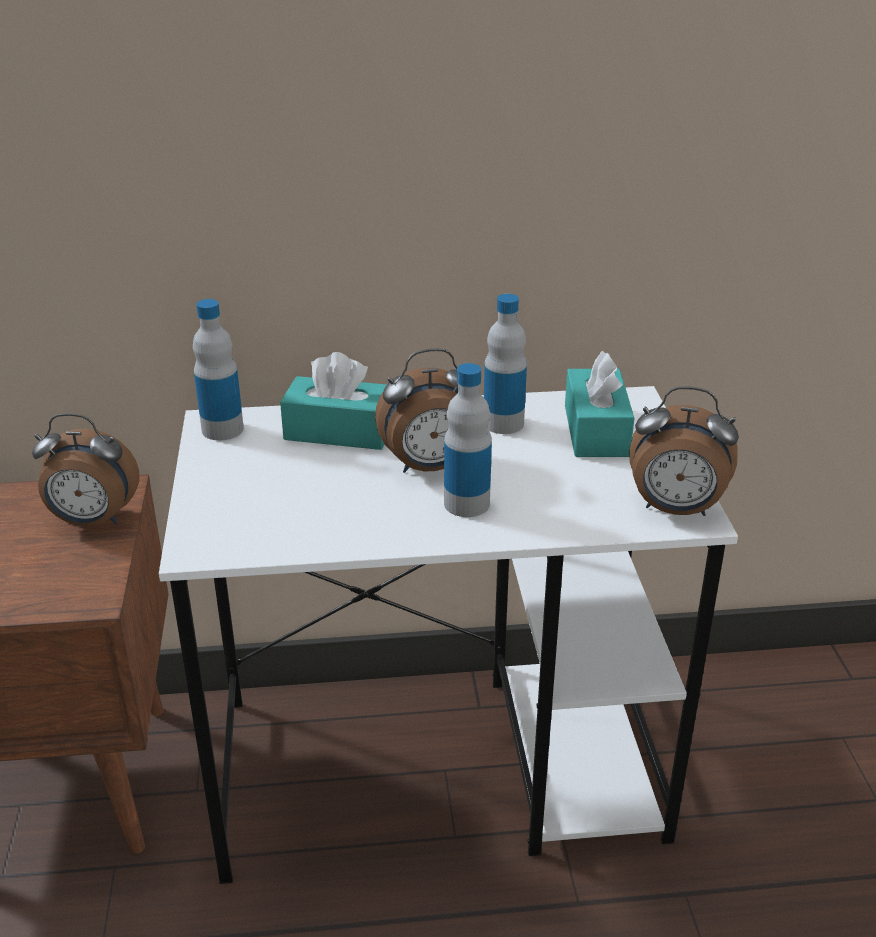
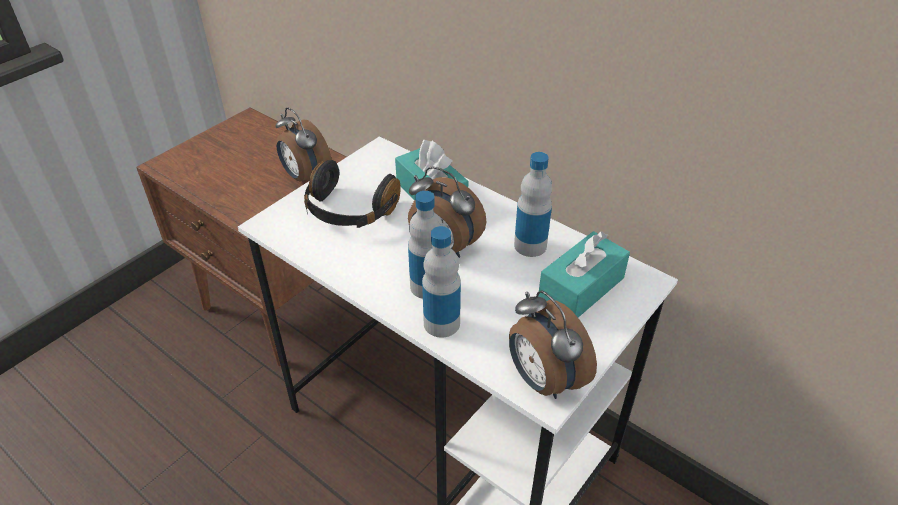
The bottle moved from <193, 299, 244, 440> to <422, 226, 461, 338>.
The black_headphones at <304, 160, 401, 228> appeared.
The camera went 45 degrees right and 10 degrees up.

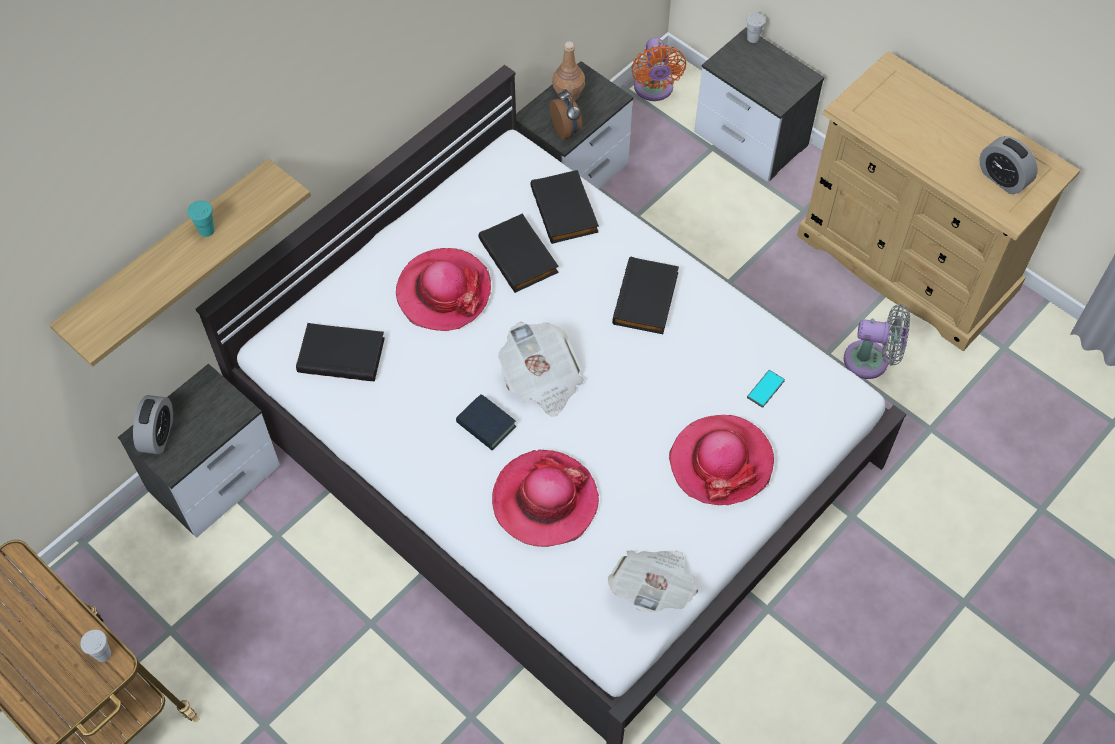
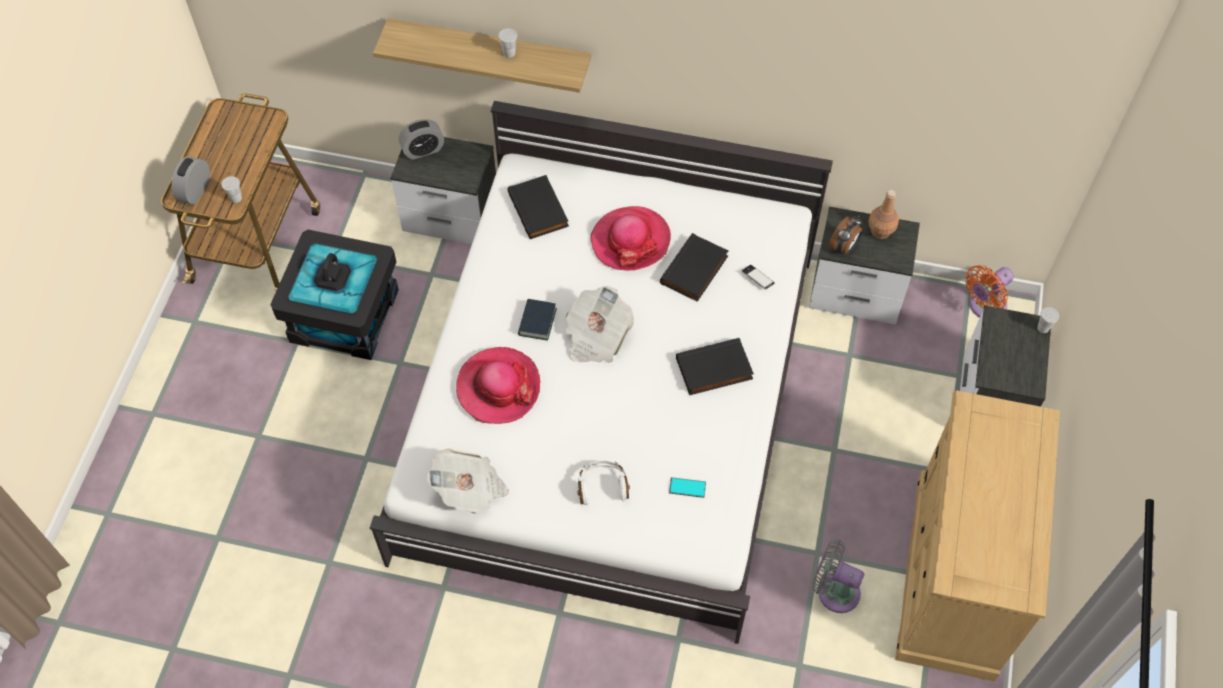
The table_clock moved from <979, 136, 1038, 194> to <171, 156, 210, 205>.
The black_book at <530, 170, 599, 244> was replaced by the telephone at <742, 265, 775, 289>.
The turquoise-coloured_drinking_cup at <187, 200, 215, 237> became the white-coloured_drinking_cup at <498, 28, 517, 58>.
The gray_fan at <844, 304, 910, 379> turned 135 degrees clockwise.
The wearable_hat at <669, 415, 774, 505> was replaced by the white-coloured_headphones at <577, 461, 630, 505>.
The black_storage_box at <270, 230, 399, 360> appeared.
The camera went 60 degrees right and 0 degrees up.

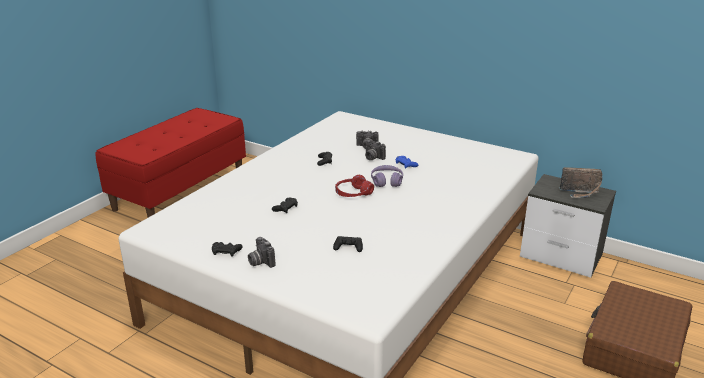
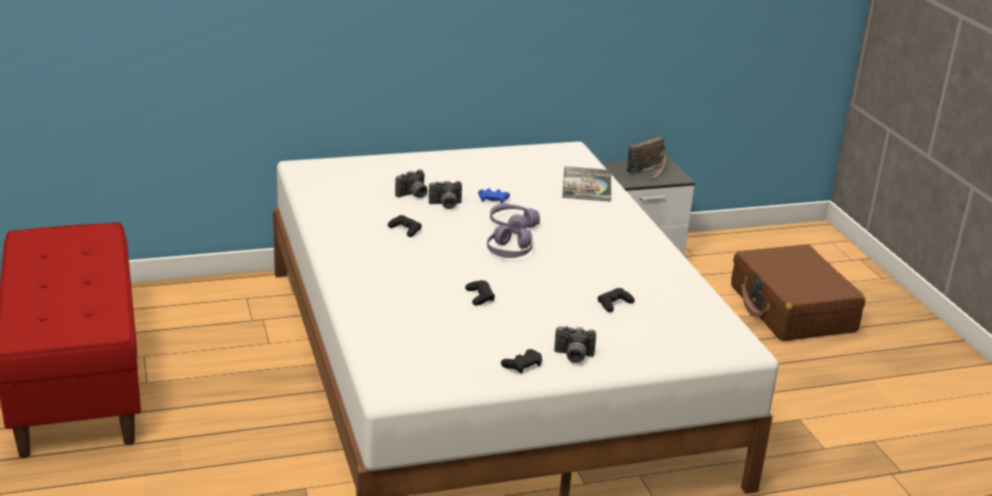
The red-coloured_headphones at <335, 175, 374, 197> became the purple-coloured_headphones at <487, 225, 533, 258>.
The book at <562, 166, 611, 202> appeared.
The camera went 50 degrees left and 0 degrees up.

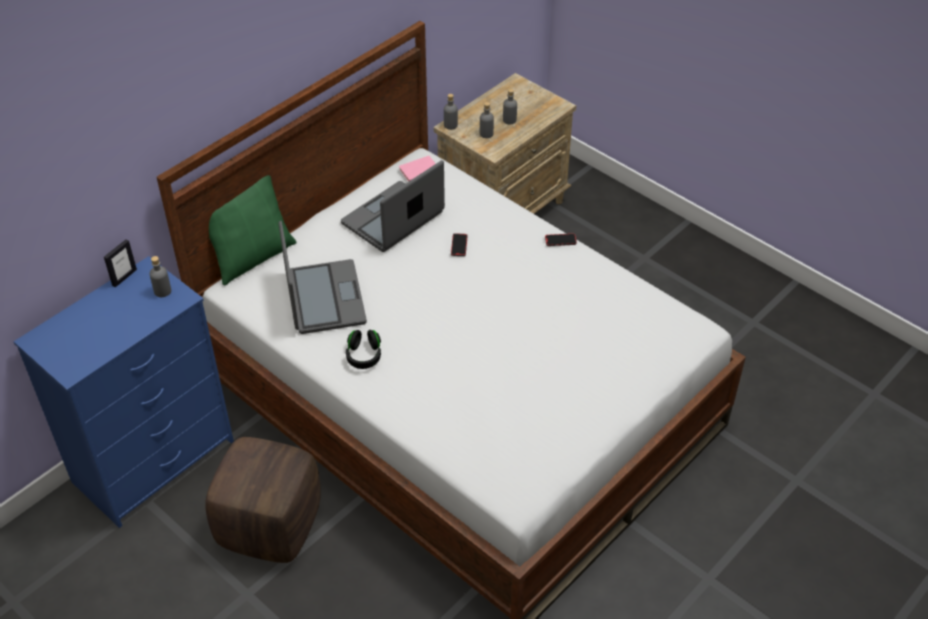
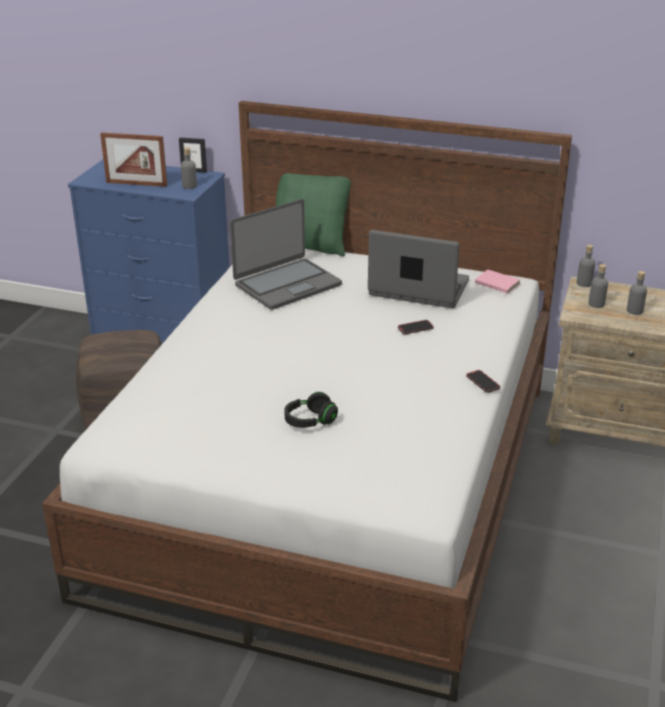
The black_headphones moved from <346, 330, 381, 369> to <284, 392, 338, 428>.
The picture_frame at <100, 132, 167, 187> appeared.
The camera went 65 degrees right and 15 degrees down.

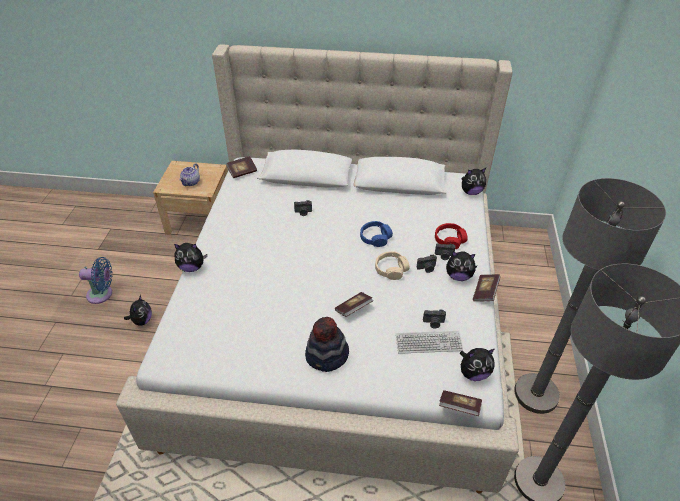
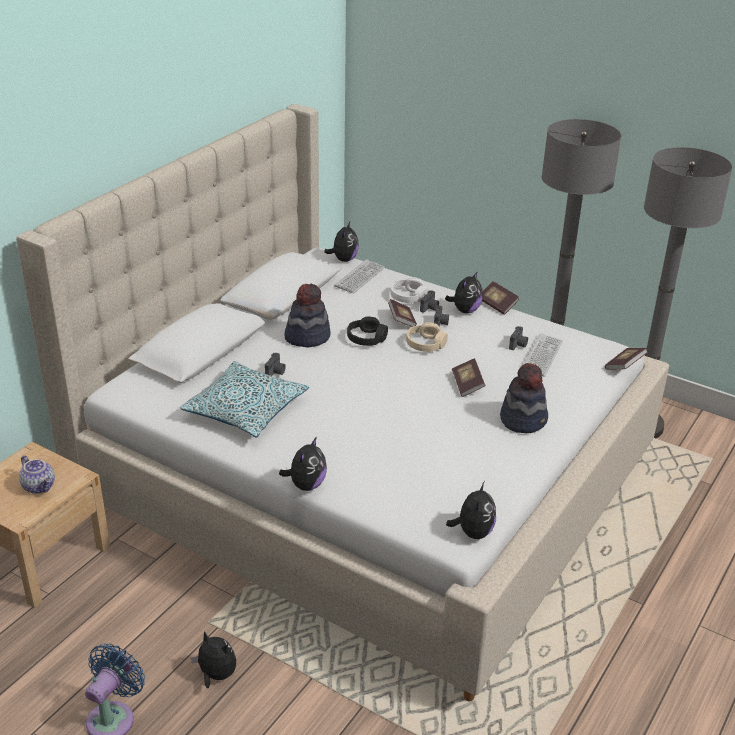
The book moved from <226, 156, 257, 178> to <388, 299, 417, 327>.
The bluish_headphones at <360, 221, 393, 247> became the black_headphones at <347, 317, 388, 346>.
The red-coloured_headphones at <435, 223, 468, 249> became the white-coloured_headphones at <390, 277, 429, 303>.
The plush_toy moved from <460, 348, 495, 381> to <446, 481, 496, 539>.
The keyboard at <334, 259, 385, 293> appeared.
The wearable_hat at <285, 284, 331, 347> appeared.
The throw_pillow at <180, 361, 309, 438> appeared.
The camera went 65 degrees left and 10 degrees down.

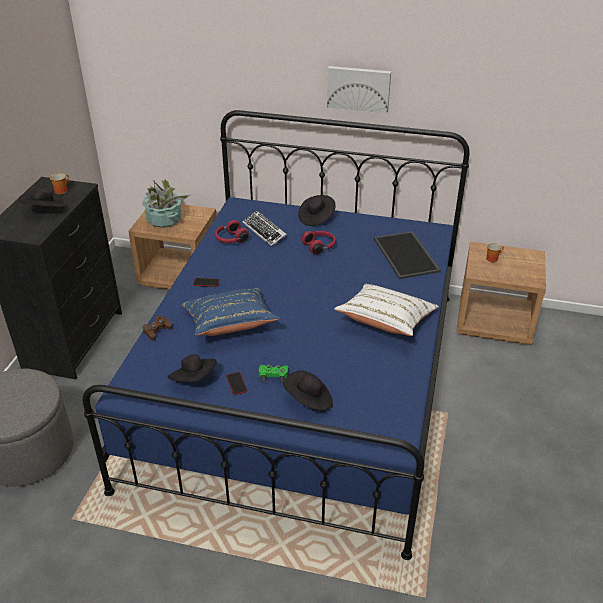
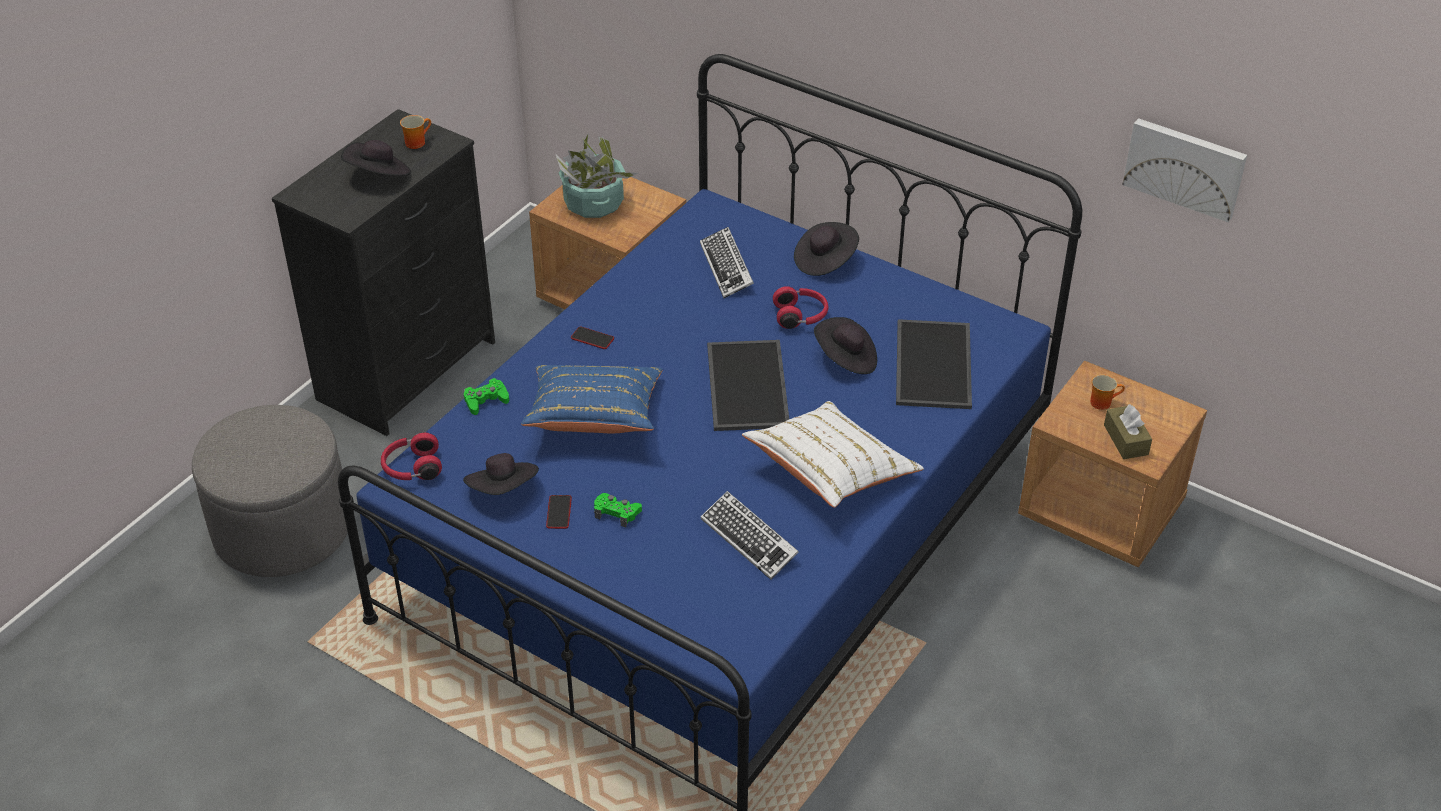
The wall_art moved from <327, 66, 391, 113> to <1122, 118, 1247, 222>.
The red-coloured_headphones moved from <215, 220, 249, 243> to <381, 432, 442, 480>.
The brown-coloured_gamepad at <142, 316, 172, 341> became the green-coloured_gamepad at <464, 378, 509, 415>.
The black_wearable_hat moved from <283, 371, 333, 411> to <814, 317, 877, 374>.
The serving_tray at <707, 340, 789, 431> appeared.
The brown-coloured_tissue_holder at <1104, 404, 1152, 459> appeared.
The keyboard at <701, 491, 799, 580> appeared.
The camera went 20 degrees right and 5 degrees up.

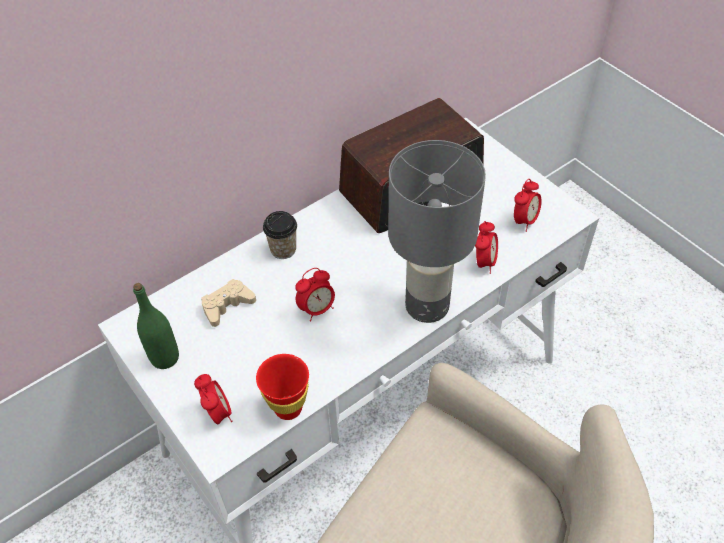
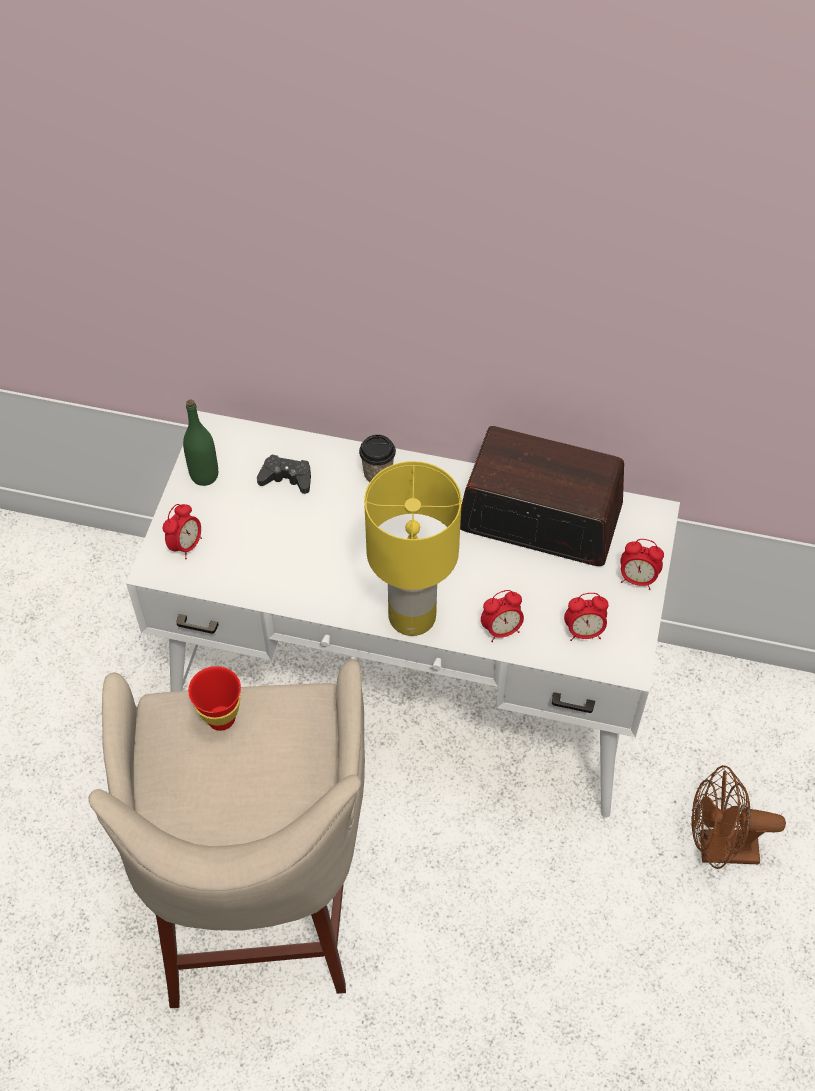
The gray_tabletop_lamp at <388, 140, 486, 323> became the yellowish_tabletop_lamp at <364, 461, 462, 636>.
The table_clock moved from <295, 268, 335, 322> to <620, 539, 664, 590>.
The beige-coloured_gamepad at <201, 279, 256, 327> became the black_gamepad at <257, 455, 311, 494>.
The red-coloured_drinking_cup moved from <256, 354, 309, 420> to <188, 666, 241, 731>.
The brown-coloured_fan at <691, 765, 786, 869> appeared.
The camera went 50 degrees right and 5 degrees up.

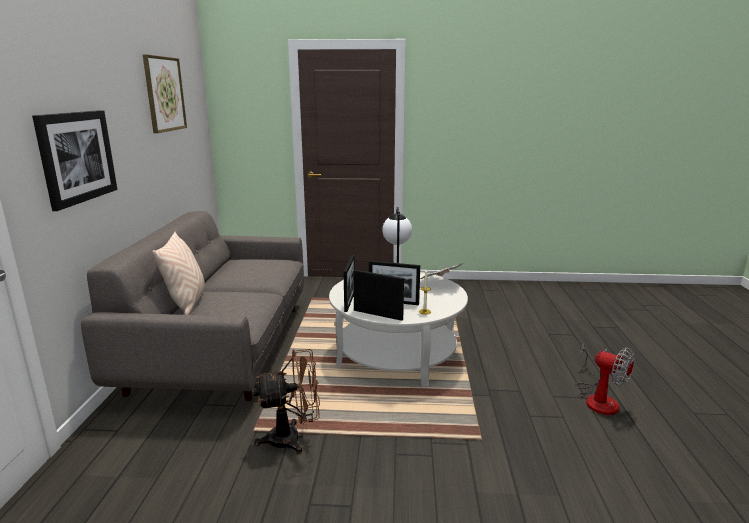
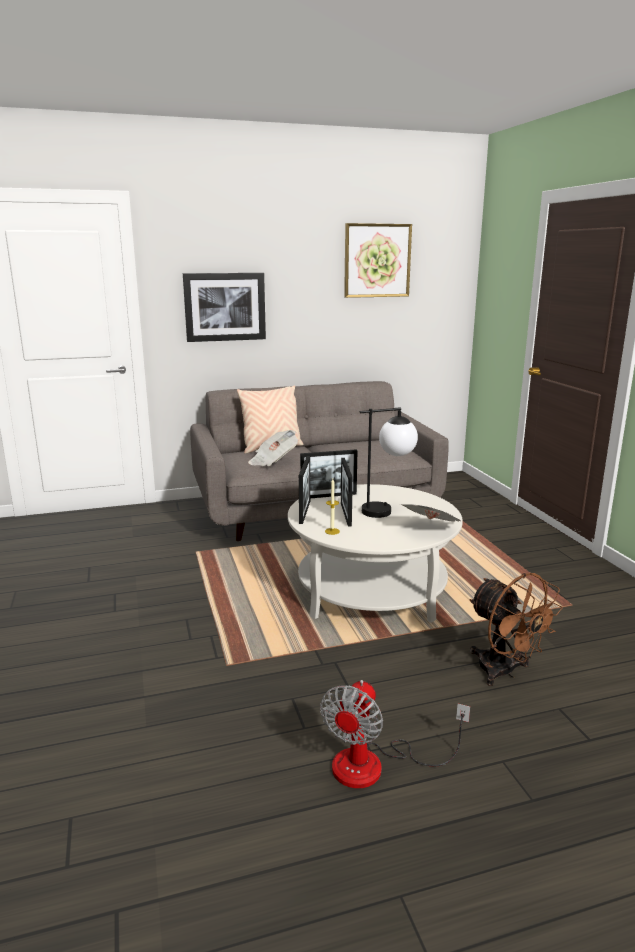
The brown-coloured_fan moved from <253, 349, 320, 454> to <469, 573, 563, 686>.
The printed_paper at <248, 430, 298, 466> appeared.
The camera went 70 degrees right and 0 degrees up.

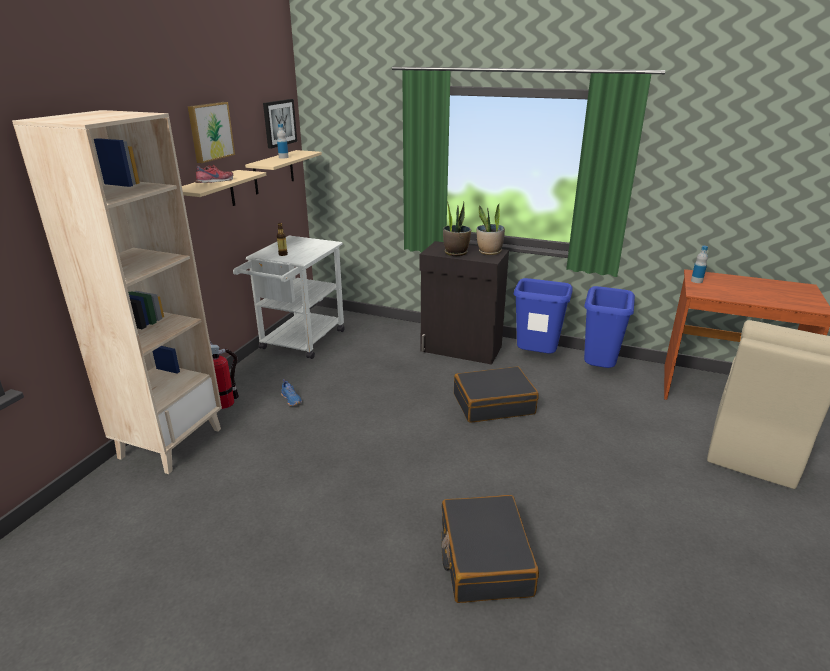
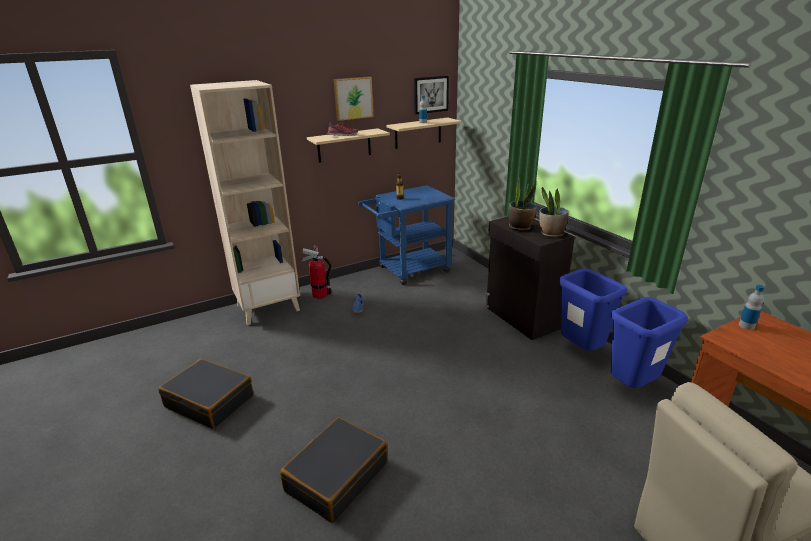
The white-coloured_trolley at <233, 235, 345, 359> became the bluish_trolley at <358, 185, 455, 285>.
The black_travel_case moved from <454, 366, 539, 423> to <158, 359, 254, 429>.
The camera went 40 degrees right and 0 degrees up.

